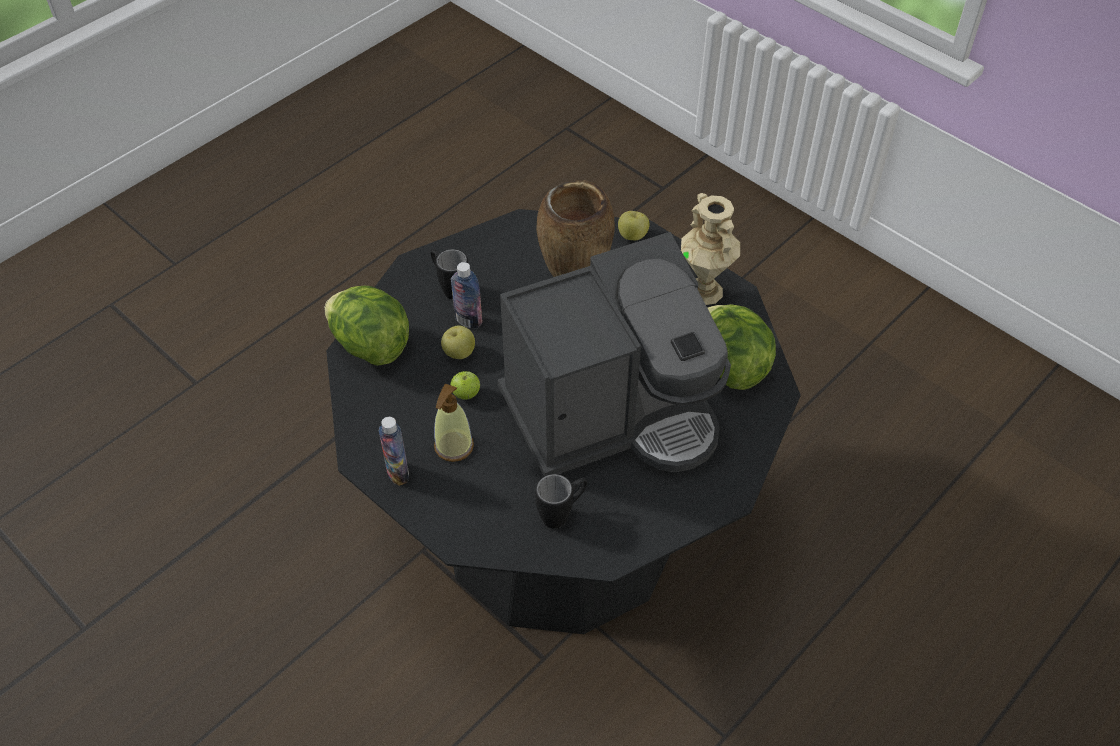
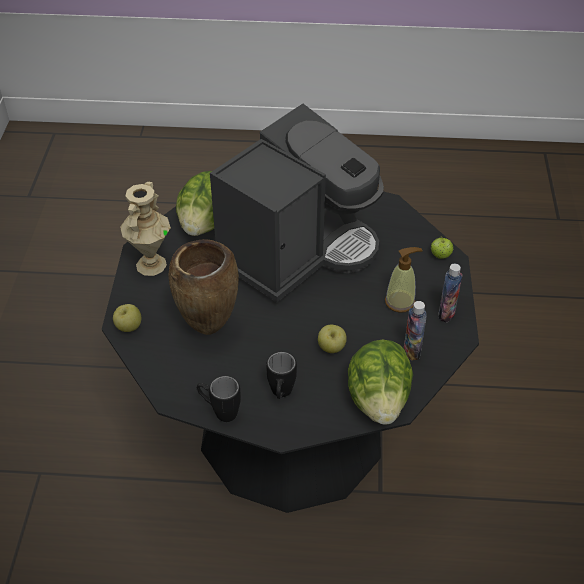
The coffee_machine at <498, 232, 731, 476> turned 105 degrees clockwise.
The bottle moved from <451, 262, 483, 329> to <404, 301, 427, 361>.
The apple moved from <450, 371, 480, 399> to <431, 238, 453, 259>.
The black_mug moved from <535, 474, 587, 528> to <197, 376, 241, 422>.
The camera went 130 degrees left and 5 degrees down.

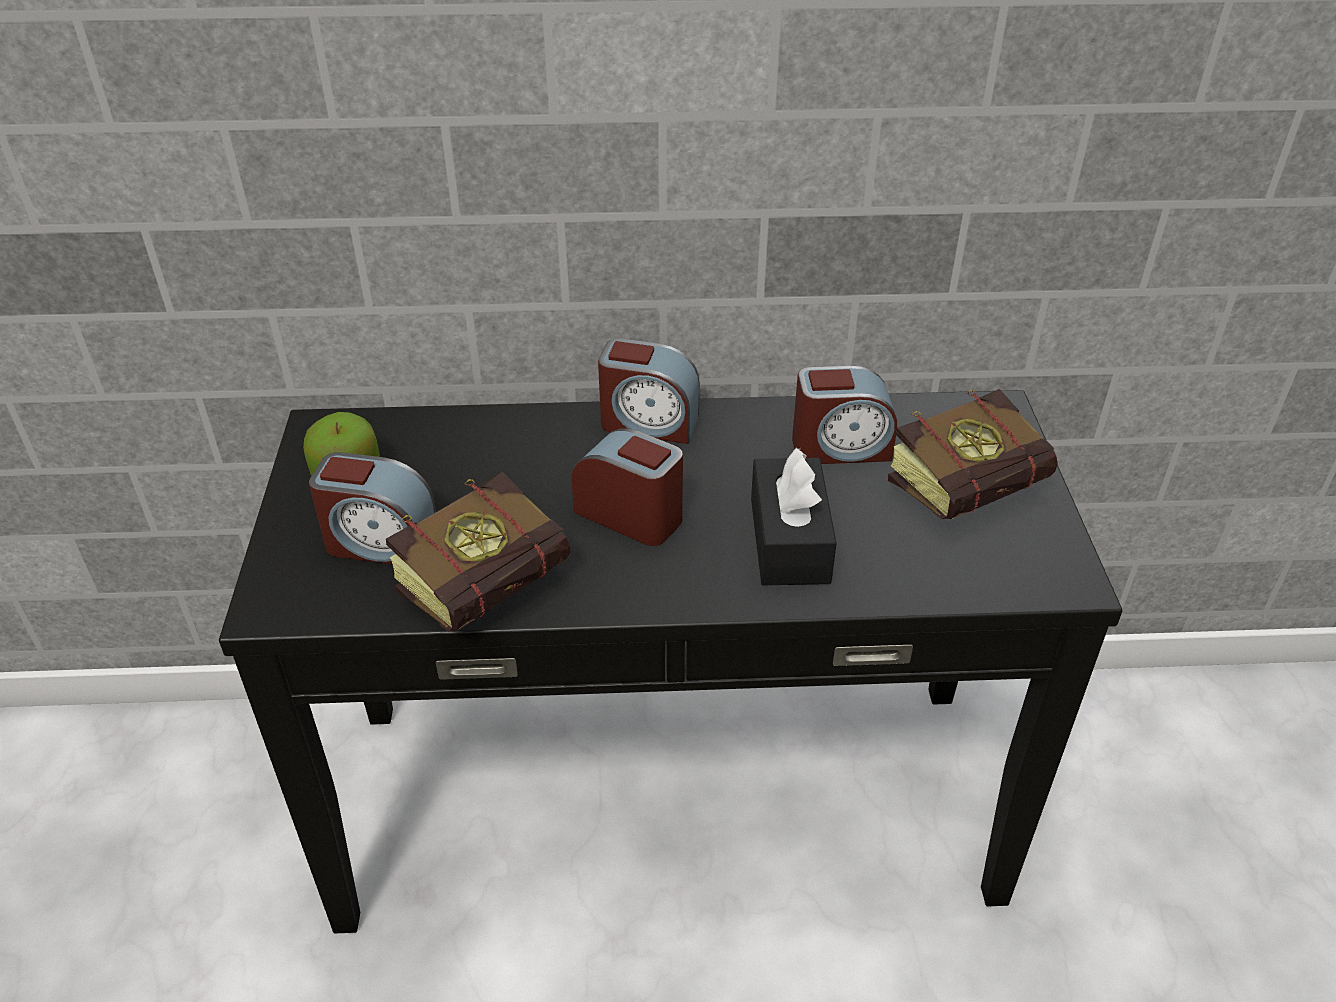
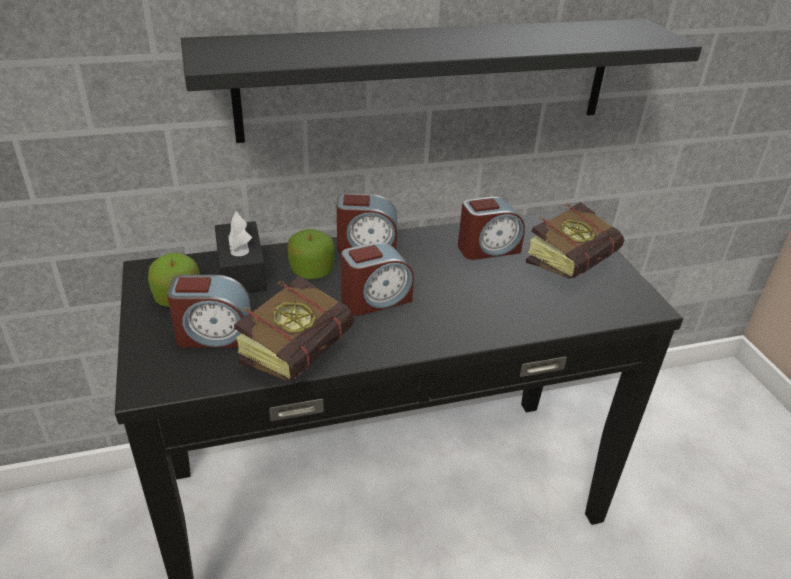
The table_clock at <572, 428, 683, 546> turned 135 degrees clockwise.
The black_tissue_holder moved from <751, 448, 837, 585> to <215, 211, 266, 293>.
The black_bracket_shelf at <181, 19, 702, 143> appeared.
The apple at <288, 229, 335, 279> appeared.
The camera went 15 degrees left and 5 degrees down.

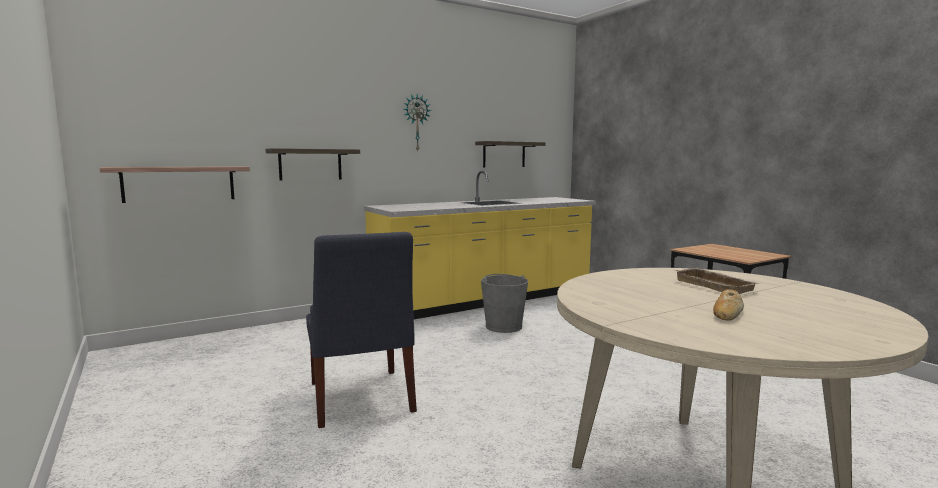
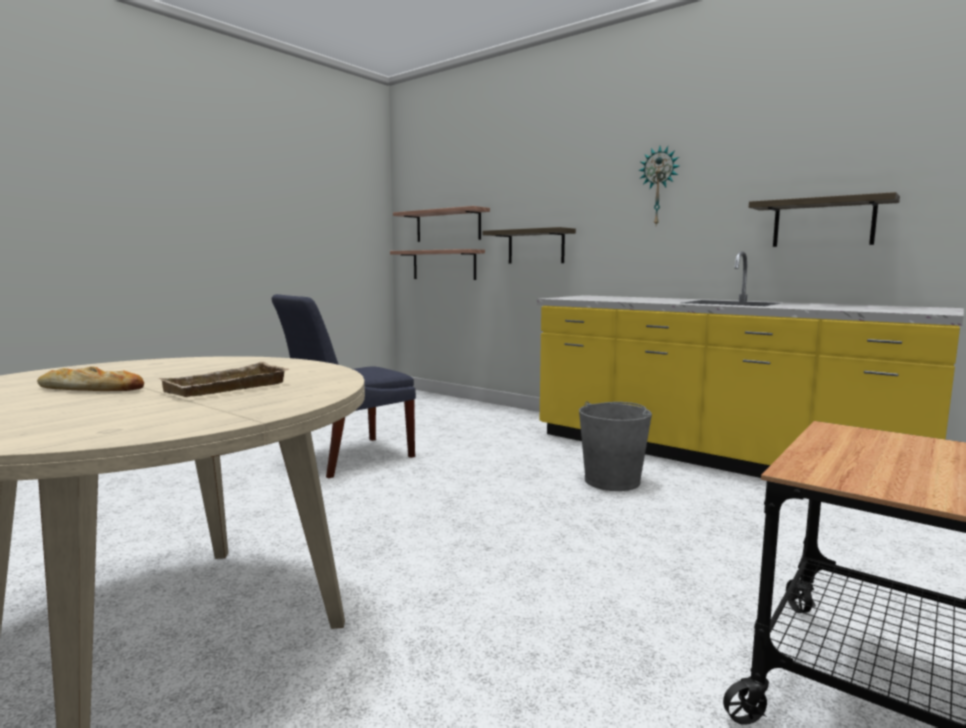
The bracket_shelf at <393, 206, 490, 242> appeared.
The camera went 70 degrees right and 0 degrees up.

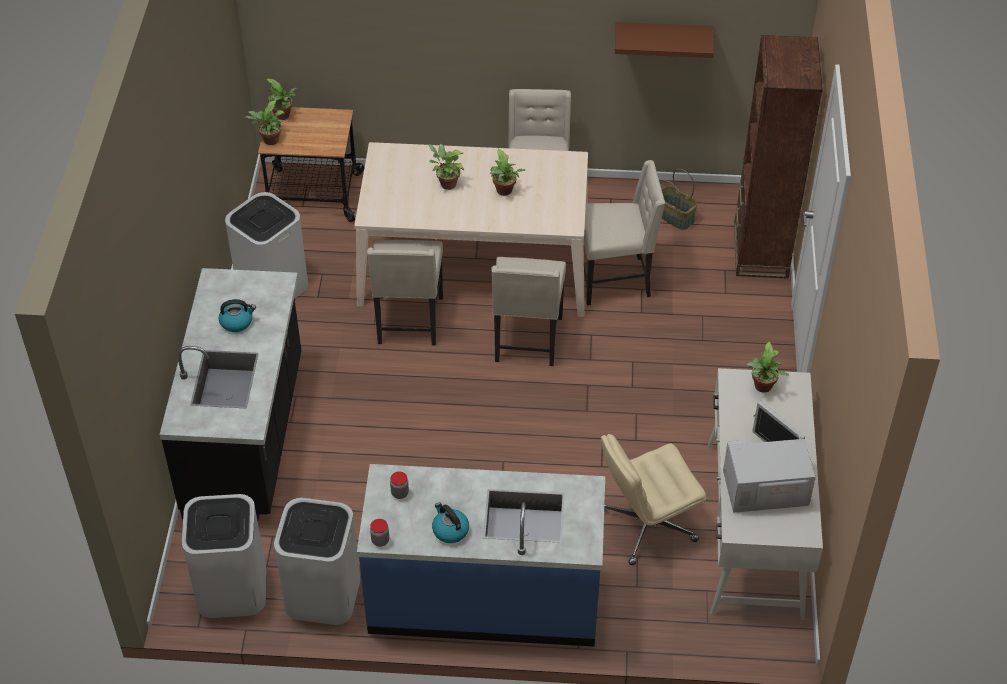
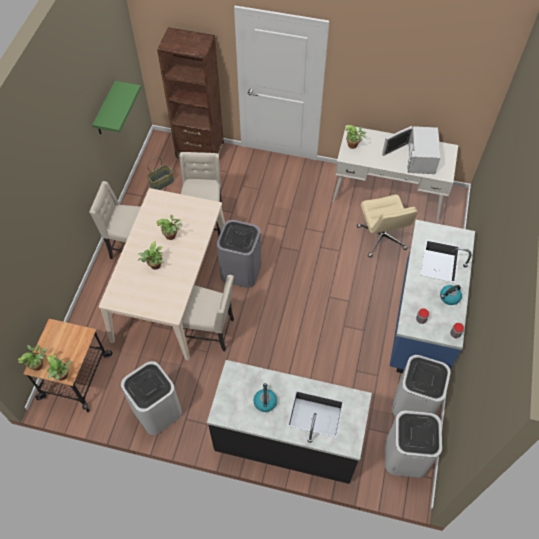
The brown-coloured_bracket_shelf at <615, 22, 714, 58> became the green-coloured_bracket_shelf at <92, 81, 141, 135>.
The beige-coloured_upright_chair at <491, 257, 566, 366> was replaced by the gray_waste_bin at <217, 220, 261, 288>.
The camera went 80 degrees left and 10 degrees up.

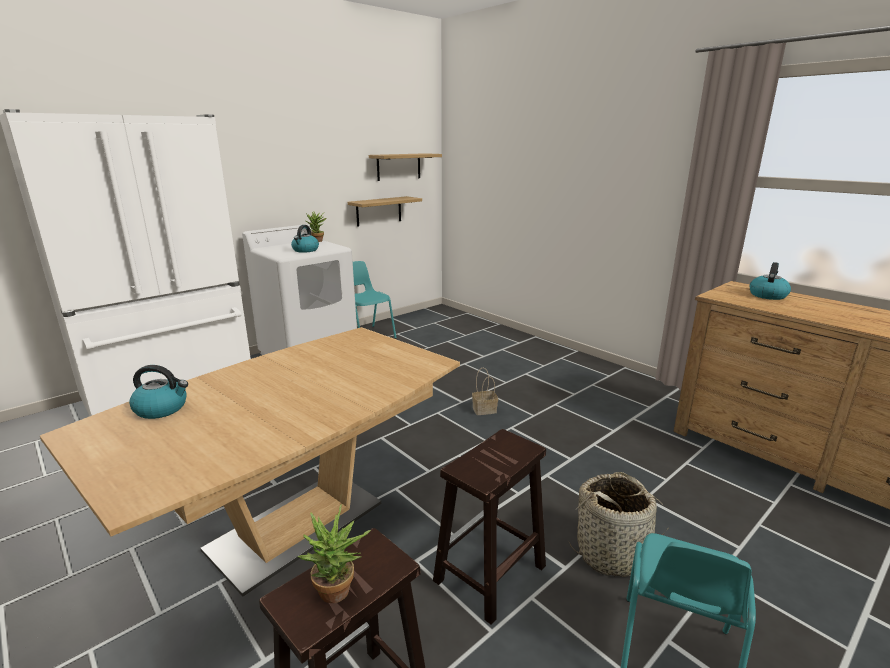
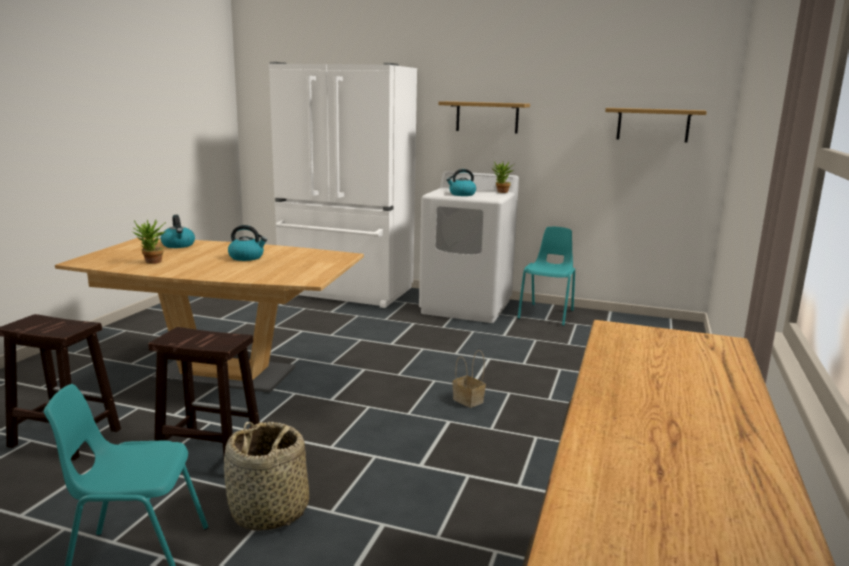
The bracket_shelf moved from <348, 196, 422, 227> to <438, 101, 530, 133>.
The kettle moved from <750, 262, 791, 300> to <228, 225, 267, 261>.
The plant_in_a_pot moved from <297, 504, 371, 603> to <132, 219, 166, 264>.
The camera went 60 degrees right and 5 degrees down.

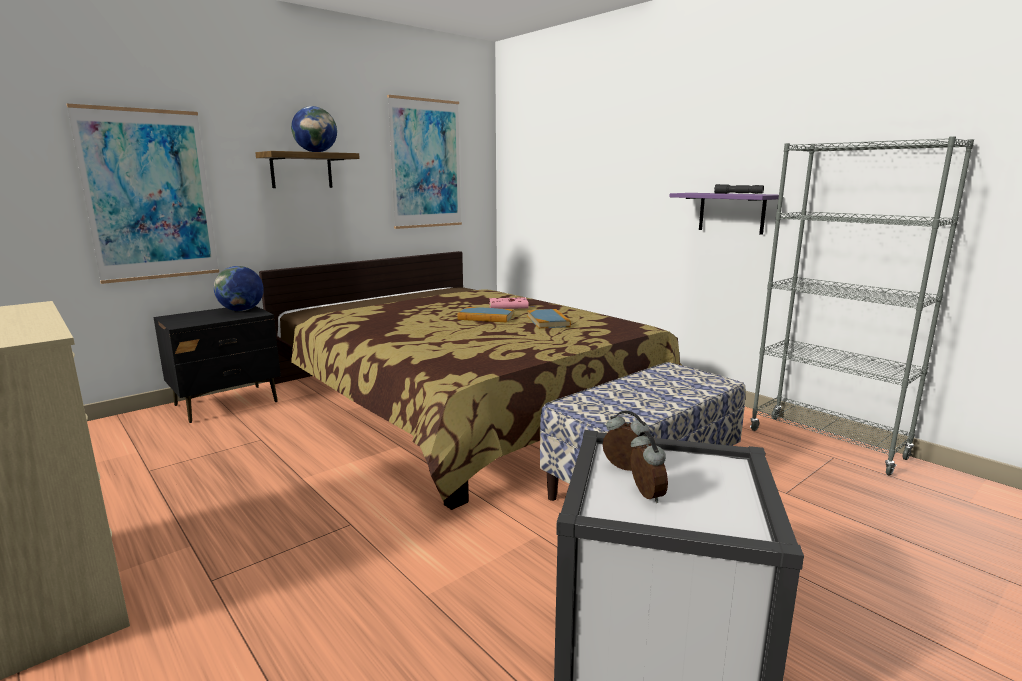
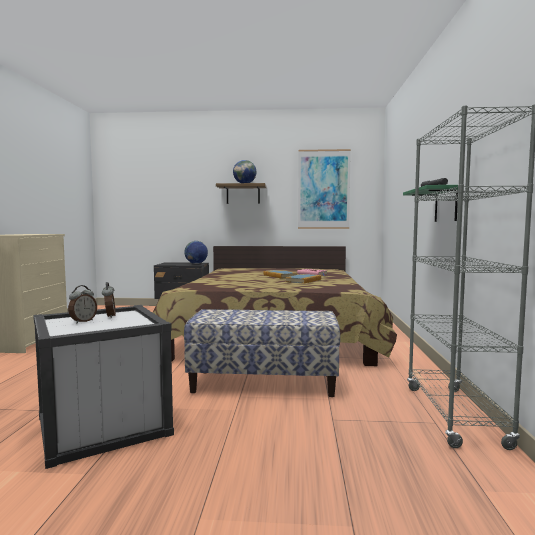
The wall_art at <67, 104, 219, 284> disappeared.
The purple-coloured_bracket_shelf at <670, 193, 779, 235> became the green-coloured_bracket_shelf at <403, 185, 458, 222>.
The camera went 45 degrees right and 10 degrees down.

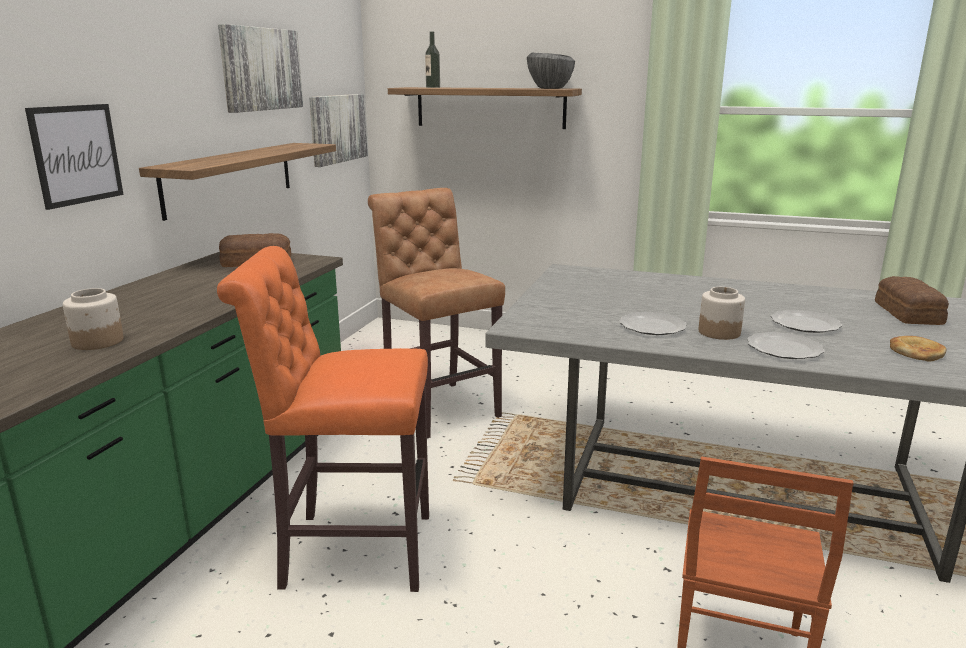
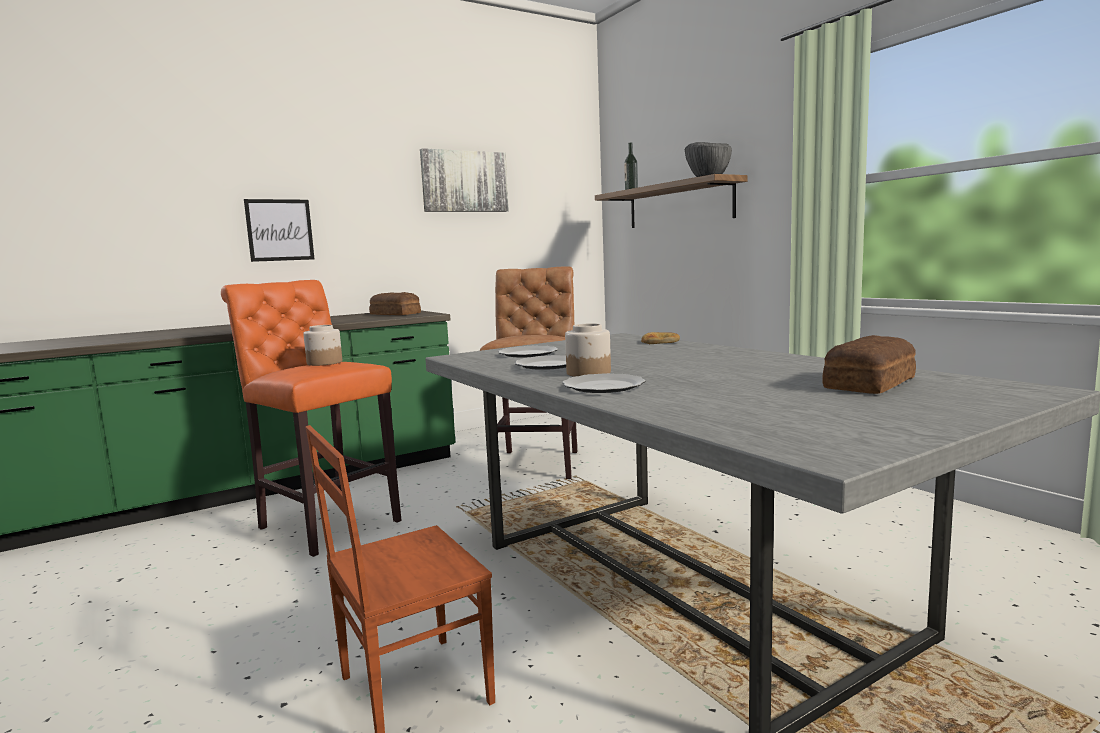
The wall_art at <309, 94, 368, 167> disappeared.
The bracket_shelf at <139, 143, 336, 221> disappeared.
The storage_jar moved from <63, 288, 124, 350> to <303, 325, 342, 366>.
The flat_dish moved from <771, 310, 842, 333> to <498, 346, 558, 357>.
The baked_bread moved from <890, 336, 947, 362> to <641, 332, 680, 344>.
The camera went 40 degrees right and 10 degrees down.

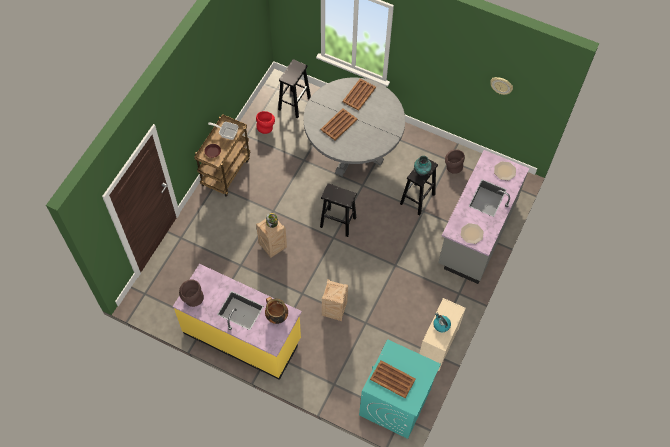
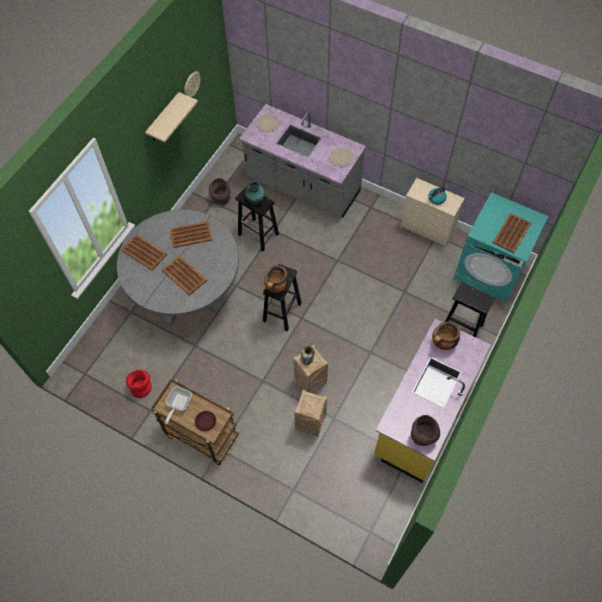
The black_sitting_stool moved from <278, 59, 311, 118> to <445, 282, 495, 337>.
The crate moved from <322, 279, 348, 321> to <294, 390, 327, 437>.
The beige-coloured_bracket_shelf at <145, 92, 198, 142> appeared.
The brown-coloured_serving_tray at <170, 221, 212, 248> appeared.
The cooking_pot at <264, 265, 289, 293> appeared.
The camera went 85 degrees left and 0 degrees up.

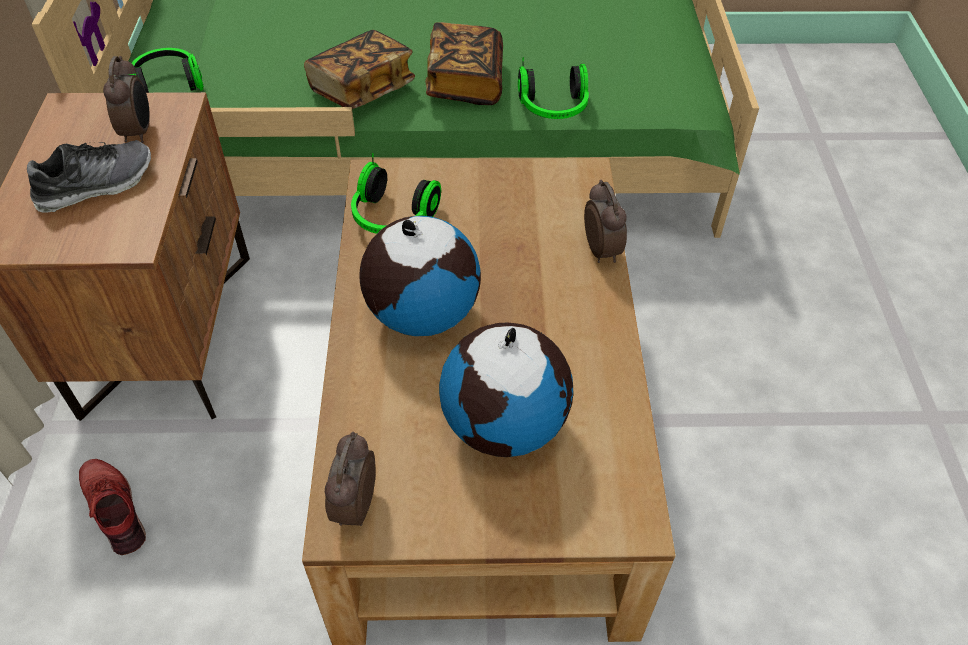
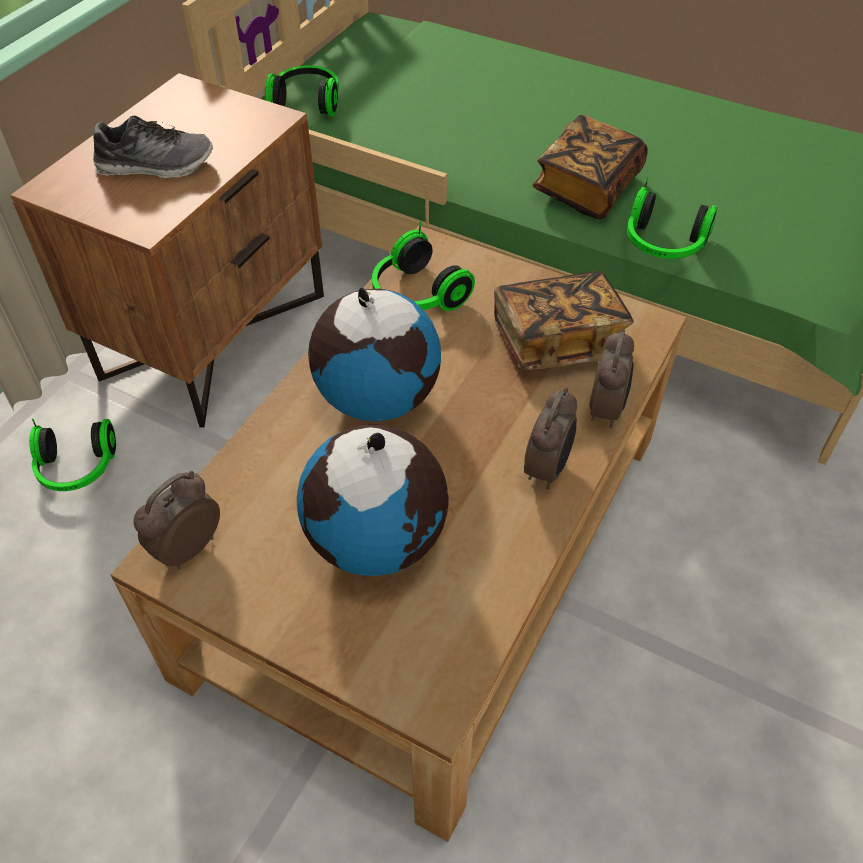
The book moved from <304, 30, 415, 109> to <494, 271, 634, 370>.
The table_clock moved from <103, 56, 150, 143> to <524, 387, 577, 489>.
The red-coloured_low_shoe at <79, 459, 146, 555> was replaced by the headphones at <29, 418, 116, 491>.
The camera went 30 degrees right and 0 degrees up.

